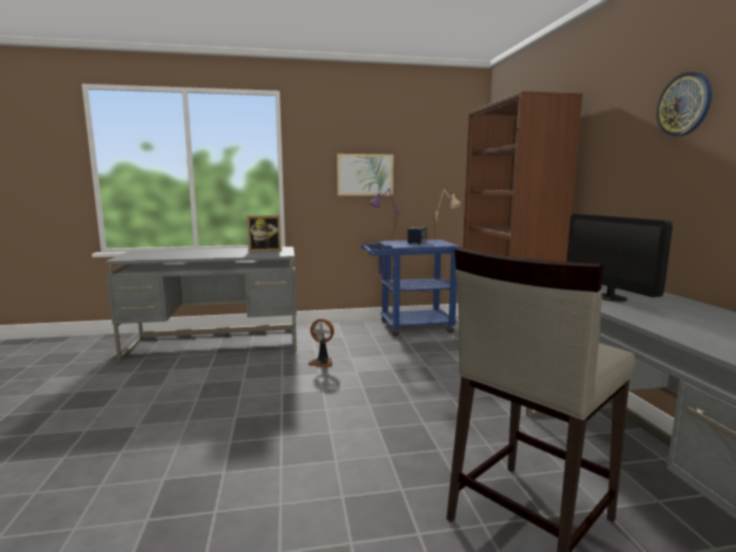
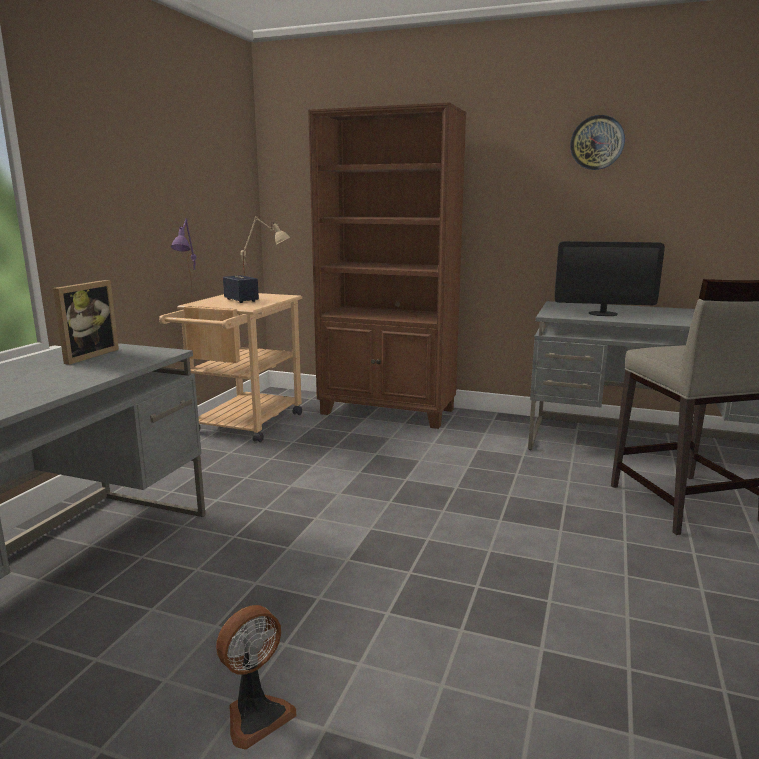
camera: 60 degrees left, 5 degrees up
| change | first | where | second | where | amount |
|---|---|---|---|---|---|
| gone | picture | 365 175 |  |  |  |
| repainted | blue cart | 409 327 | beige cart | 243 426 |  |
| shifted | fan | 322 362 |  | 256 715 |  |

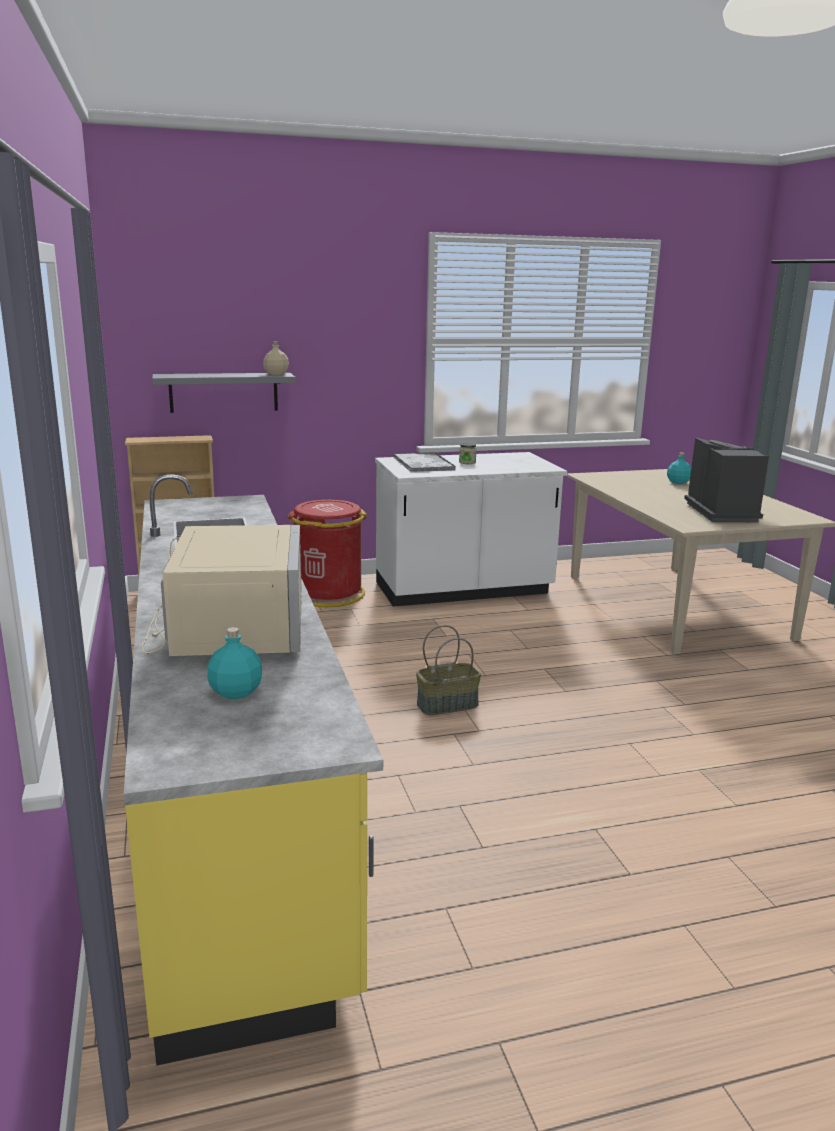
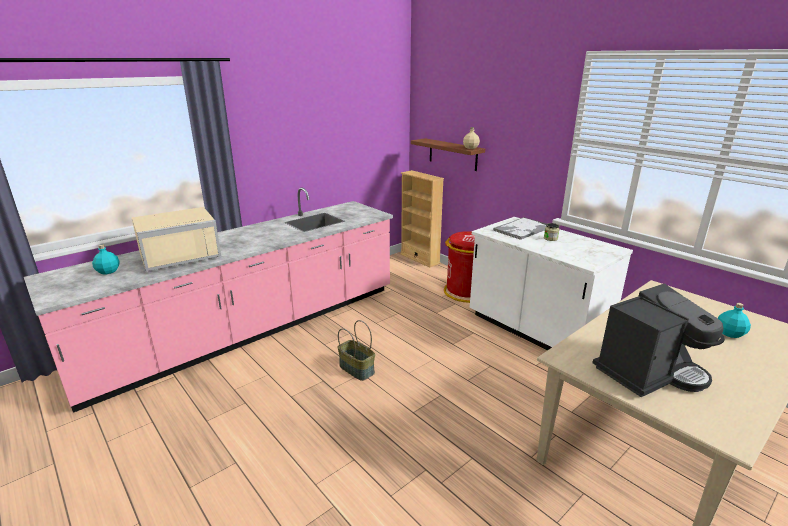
camera: 65 degrees right, 5 degrees up
| change | first | where | second | where | amount |
|---|---|---|---|---|---|
| repainted | grey shelf | 223 392 | brown shelf | 452 154 |  |
| repainted | yellow counter | 232 773 | pink counter | 251 330 |  |

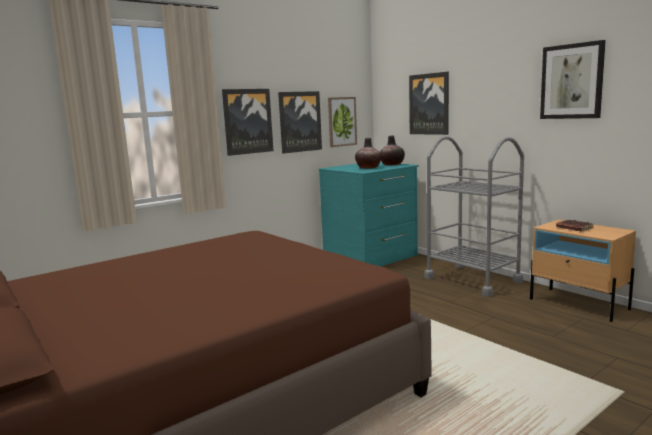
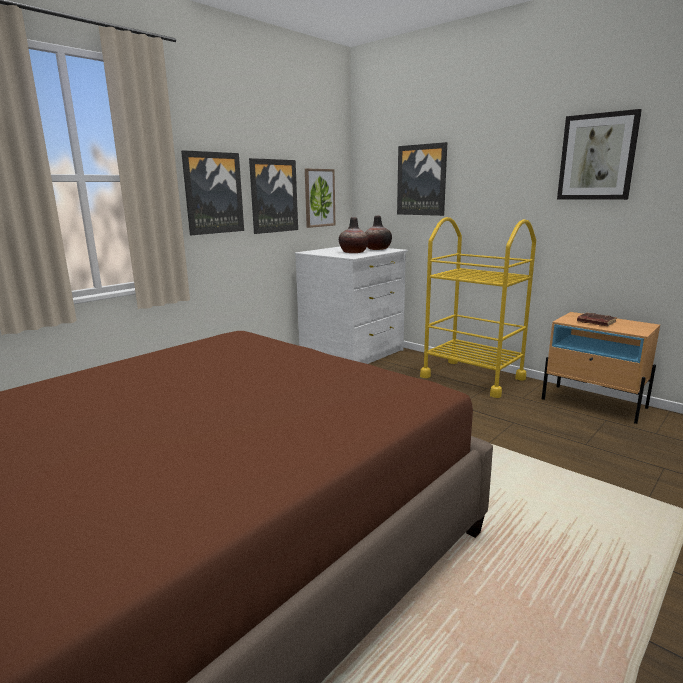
camera: 10 degrees left, 5 degrees up
| change | first | where | second | where | amount |
|---|---|---|---|---|---|
| repainted | grey cart | 472 279 | yellow cart | 472 377 |  |
| repainted | turquoise dresser | 371 257 | white dresser | 353 353 |  |

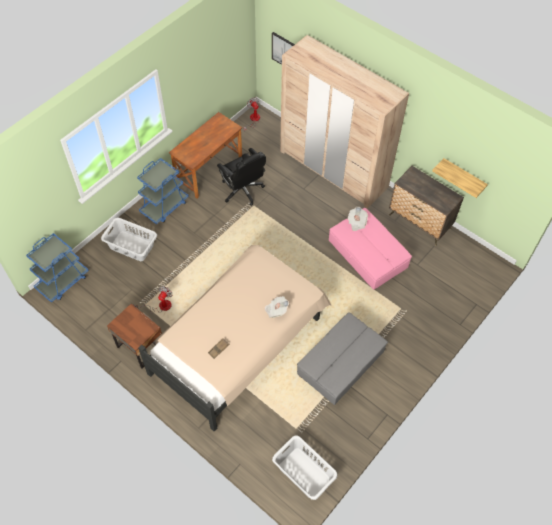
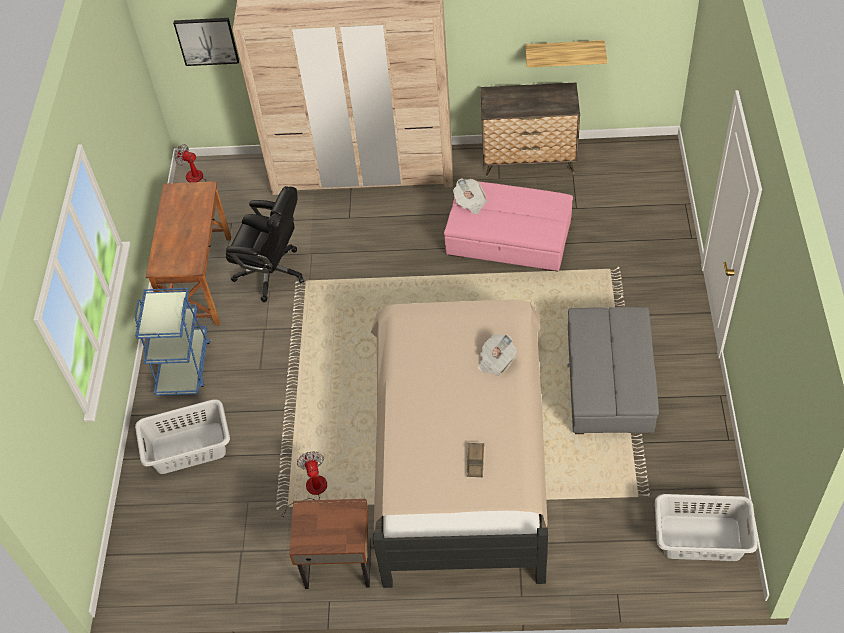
camera: 35 degrees left, 5 degrees down
| change | first | where | second | where | amount |
|---|---|---|---|---|---|
| gone | blue cart | 63 281 |  |  |  |

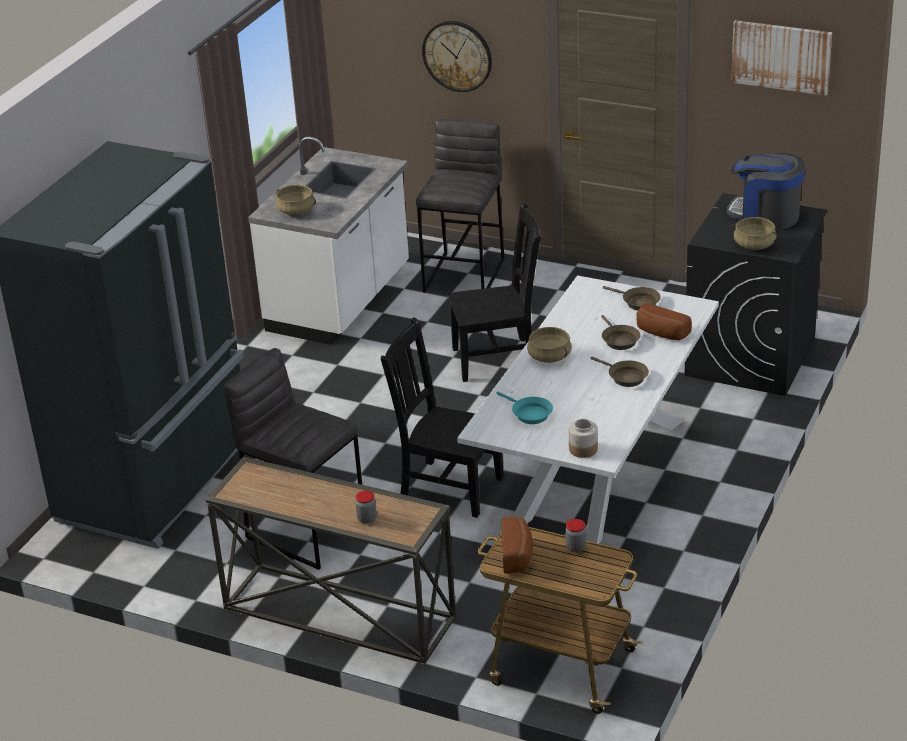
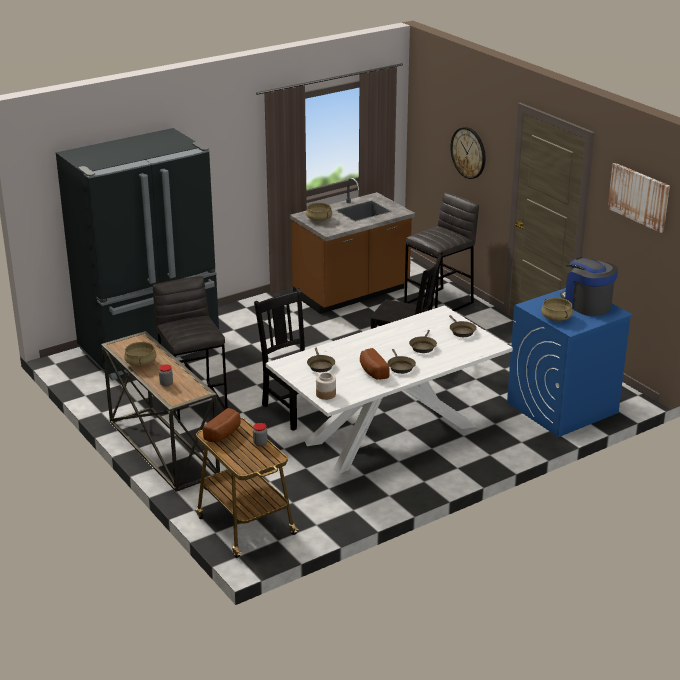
camera: 30 degrees right, 5 degrees down
| change | first | where | second | where | amount |
|---|---|---|---|---|---|
| repainted | white counter | 340 301 | brown counter | 352 293 |  |
| repainted | black washing machine | 750 357 | blue washing machine | 562 408 |  |
| shifted | bread | 661 333 |  | 372 372 |  |
| shifted | beige cooking pot | 550 356 |  | 141 363 |  |
| repainted | turquoise frying pan | 529 414 | brown frying pan | 320 365 |  |

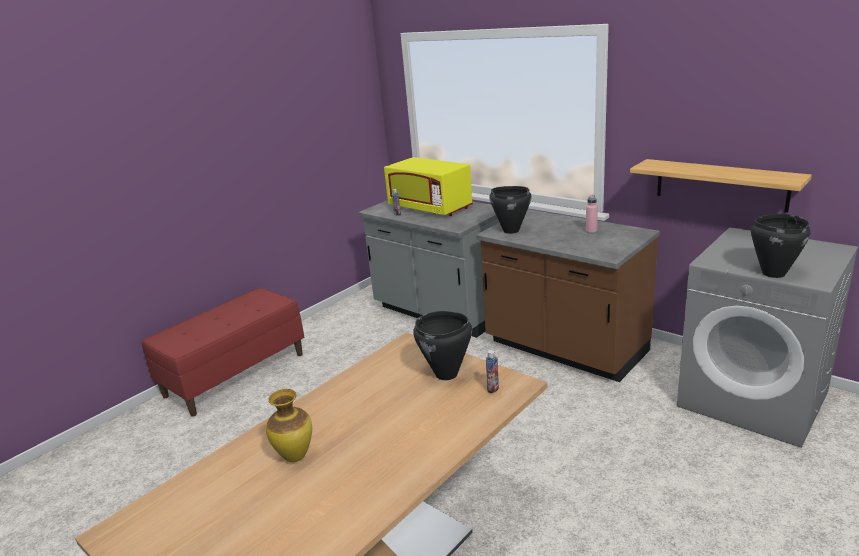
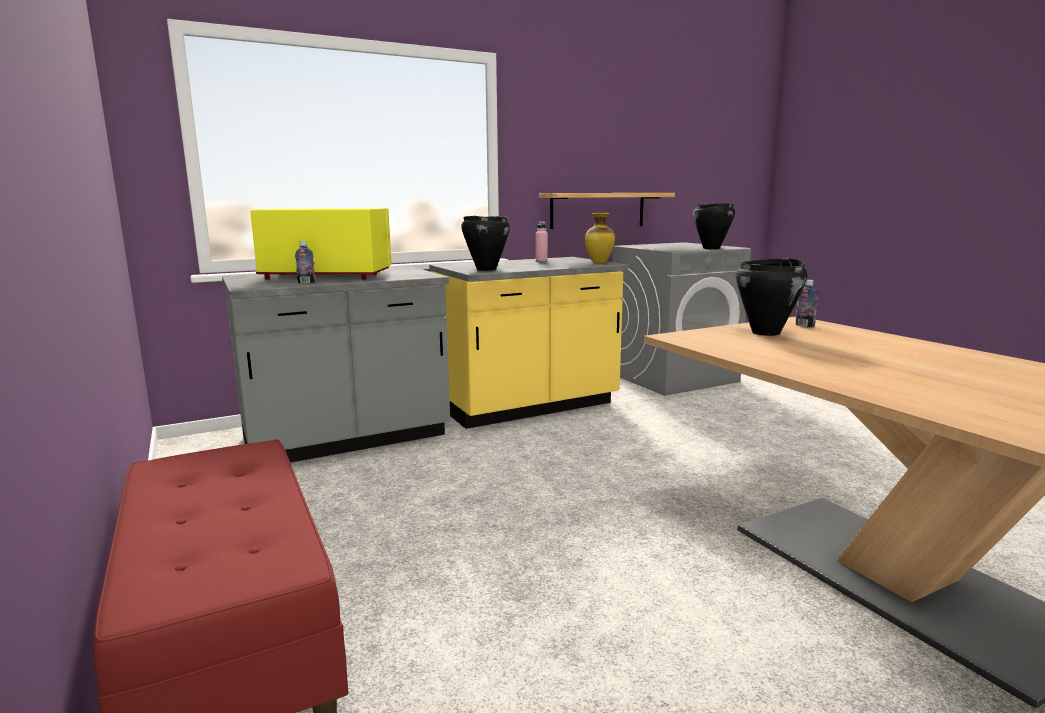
camera: 70 degrees left, 10 degrees down
| change | first | where | second | where | amount |
|---|---|---|---|---|---|
| rotated | yellow microwave | 430 208 |  | 326 276 | 150 degrees counterclockwise |
| repainted | brown counter | 565 348 | yellow counter | 528 406 |  |
| shifted | vase | 295 456 |  | 598 262 |  |

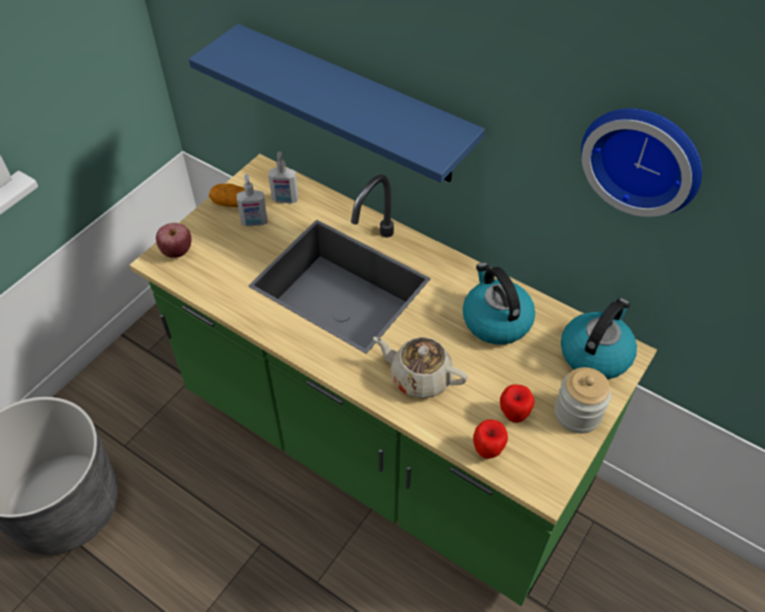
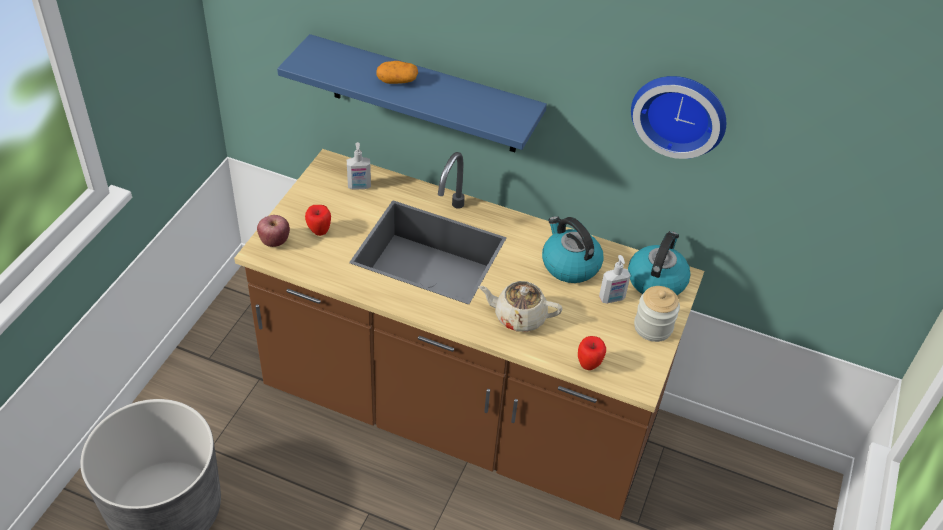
camera: 15 degrees left, 5 degrees down
| change | first | where | second | where | amount |
|---|---|---|---|---|---|
| repainted | green counter | 382 445 | brown counter | 460 411 |  |
| shifted | soap dispenser | 254 222 |  | 612 299 |  |
| shifted | potato | 231 203 |  | 397 81 |  |
| shifted | apple | 513 415 |  | 319 232 |  |

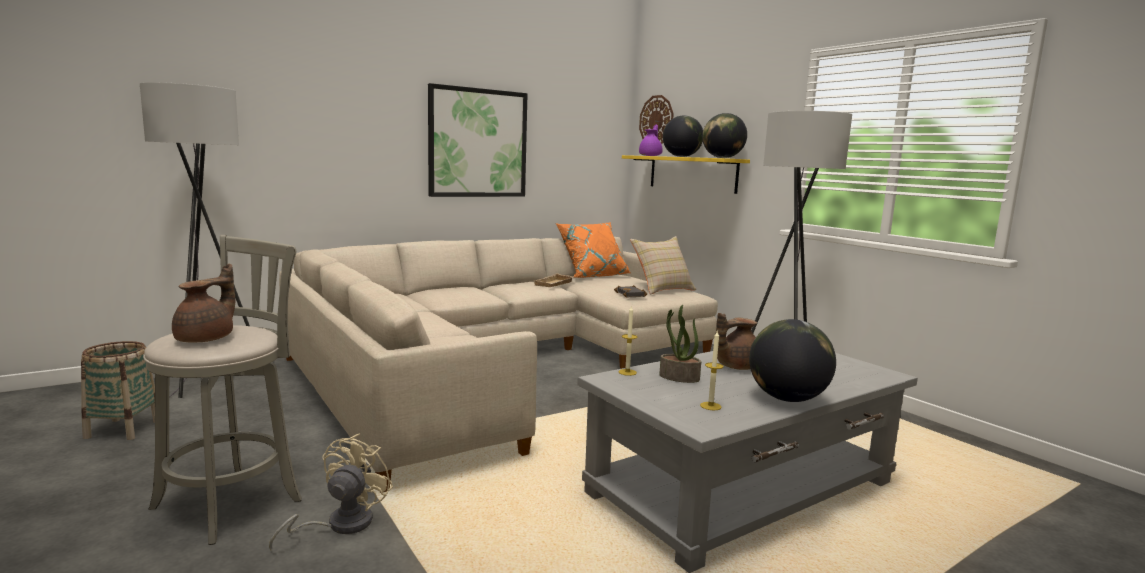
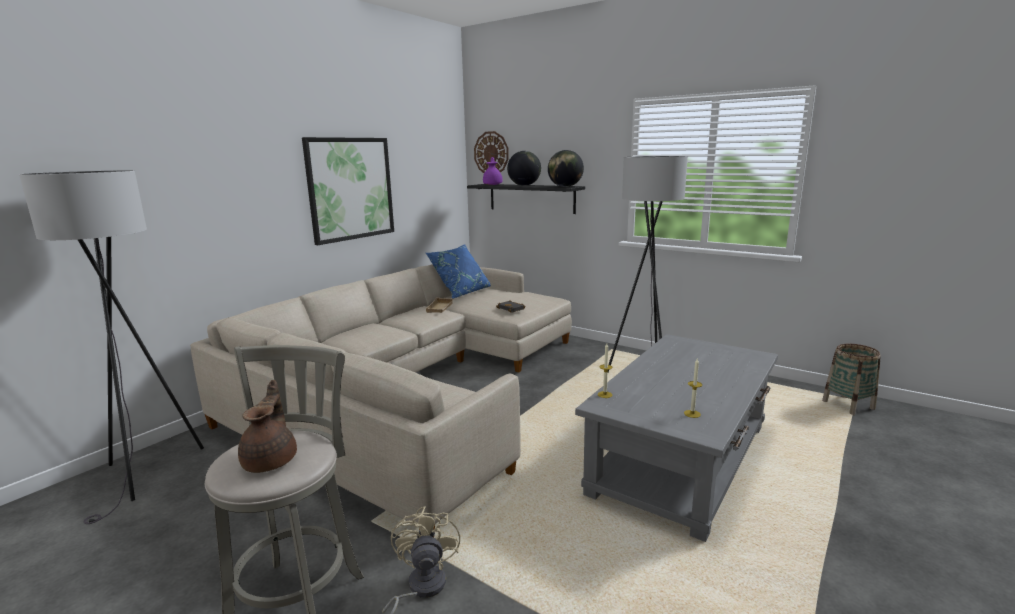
camera: 20 degrees left, 5 degrees up
| change | first | where | second | where | amount |
|---|---|---|---|---|---|
| repainted | yellow shelf | 692 173 | black shelf | 531 198 |  |
| repainted | orange pillow | 593 275 | blue pillow | 461 293 |  |
| gone | beige pillow | 662 289 |  |  |  |
| gone | potted plant | 678 377 |  |  |  |
| gone | brown teapot | 735 366 |  |  |  |
| gone | globe | 787 399 |  |  |  |
| shifted | basket | 123 429 |  | 848 405 |  |

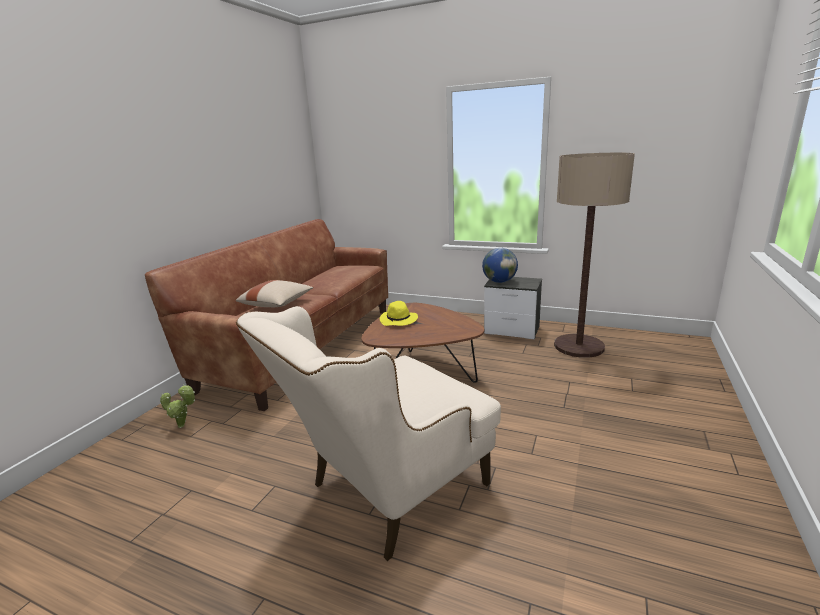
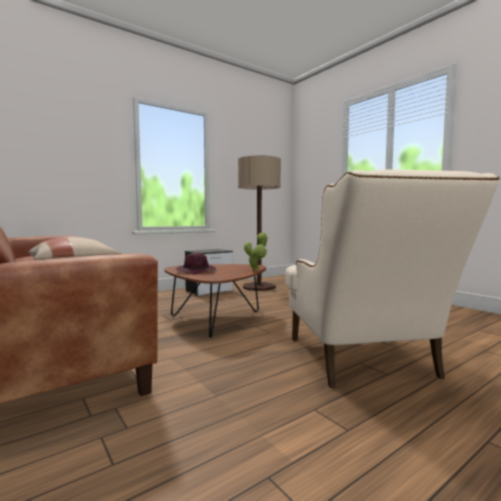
camera: 60 degrees left, 15 degrees down
| change | first | where | second | where | amount |
|---|---|---|---|---|---|
| gone | globe | 499 281 |  |  |  |
| repainted | yellow hat | 399 320 | purple hat | 196 271 |  |
| shifted | potted plant | 183 425 |  | 256 270 |  |

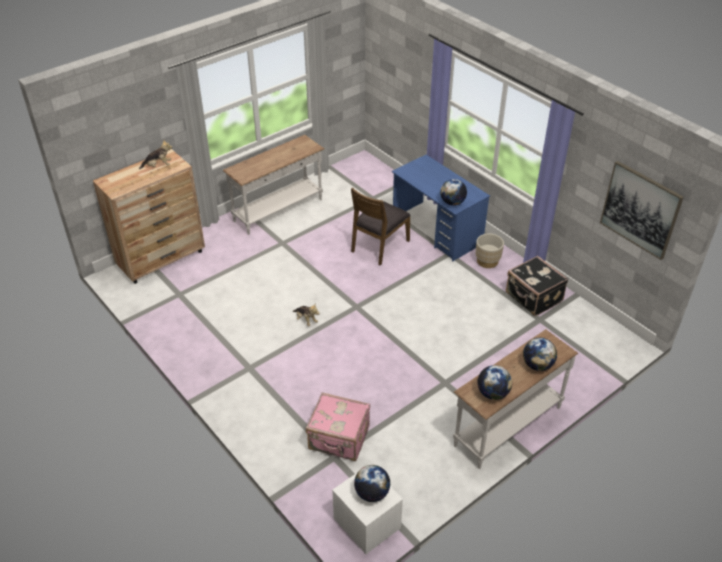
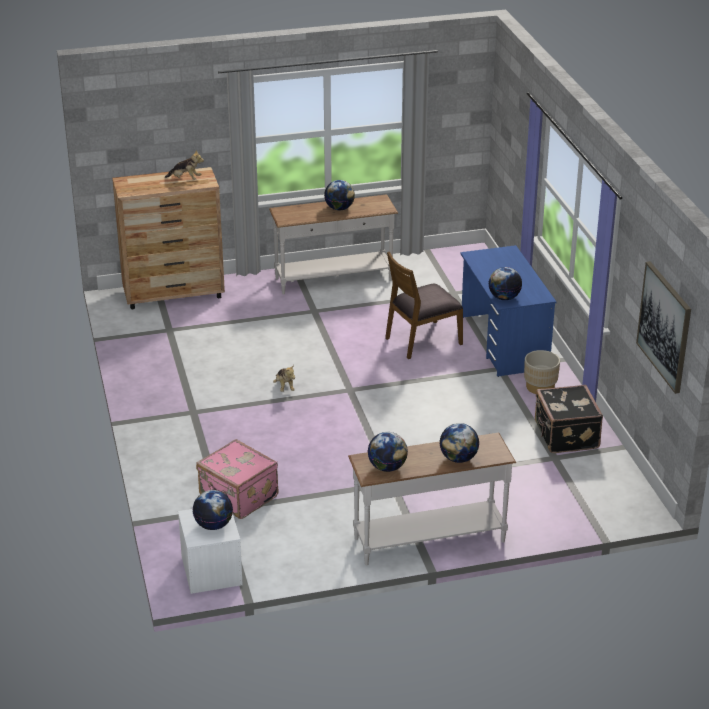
camera: 25 degrees right, 10 degrees down
| change | first | where | second | where | amount |
|---|---|---|---|---|---|
| new |  |  | globe | 339 208 |  |

